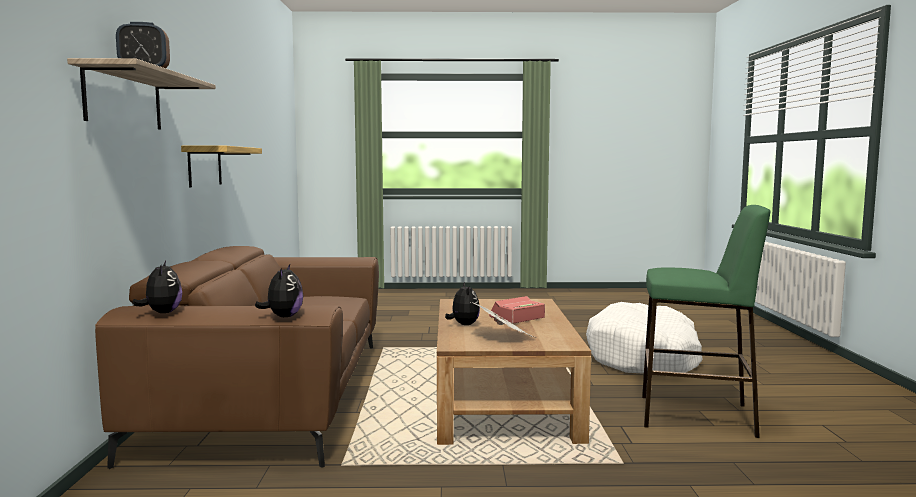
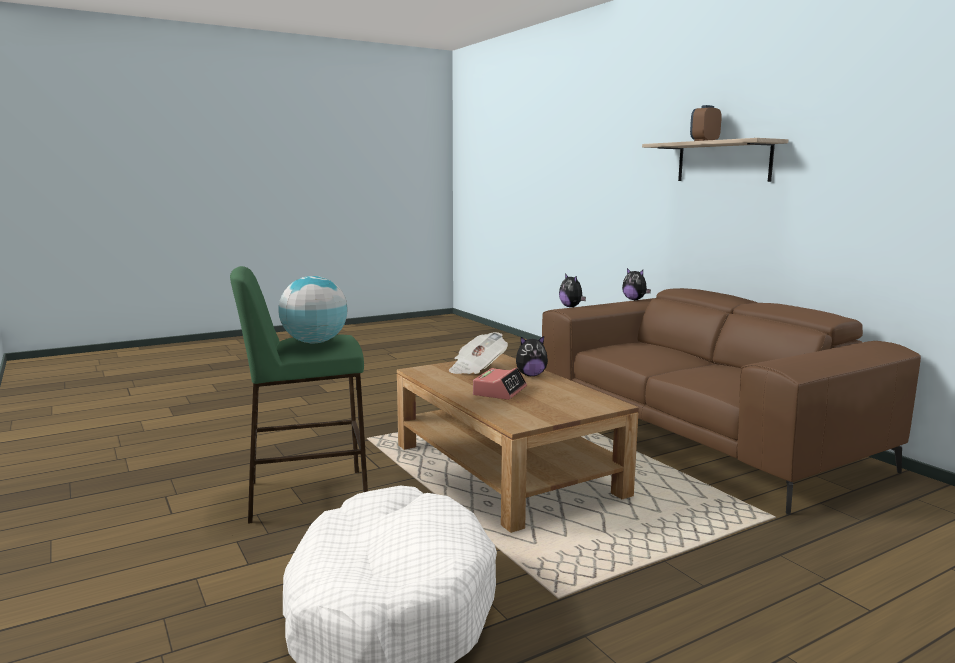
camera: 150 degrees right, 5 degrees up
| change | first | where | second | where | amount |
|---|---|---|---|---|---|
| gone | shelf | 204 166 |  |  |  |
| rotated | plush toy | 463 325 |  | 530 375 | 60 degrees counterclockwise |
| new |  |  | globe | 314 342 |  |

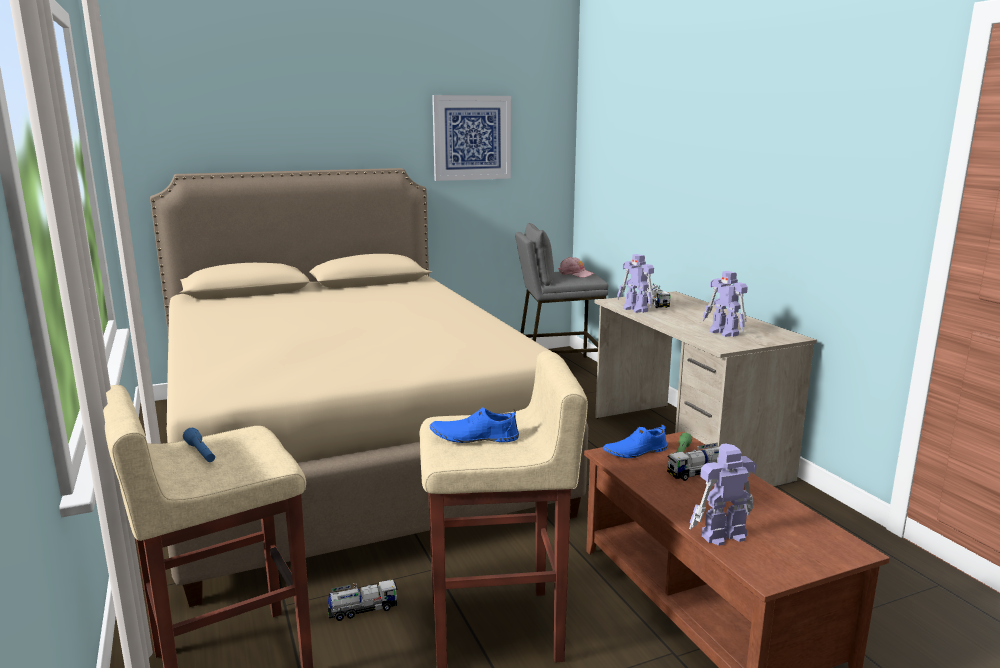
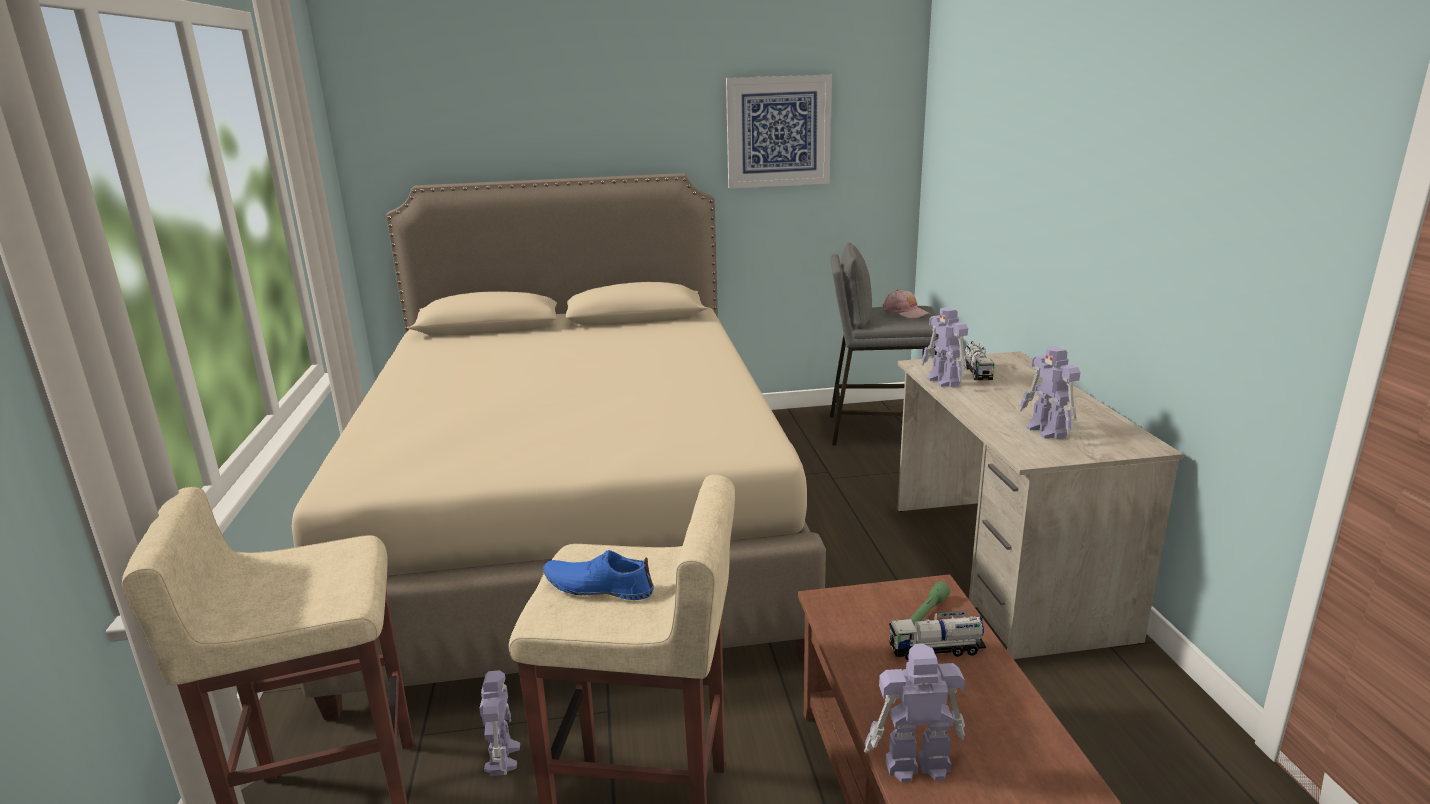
camera: 15 degrees right, 5 degrees up
| change | first | where | second | where | amount |
|---|---|---|---|---|---|
| gone | blue shoe | 635 452 |  |  |  |
| gone | blue flashlight | 201 453 |  |  |  |
| swapped | toy truck | 363 610 | toy robot | 502 756 |  |

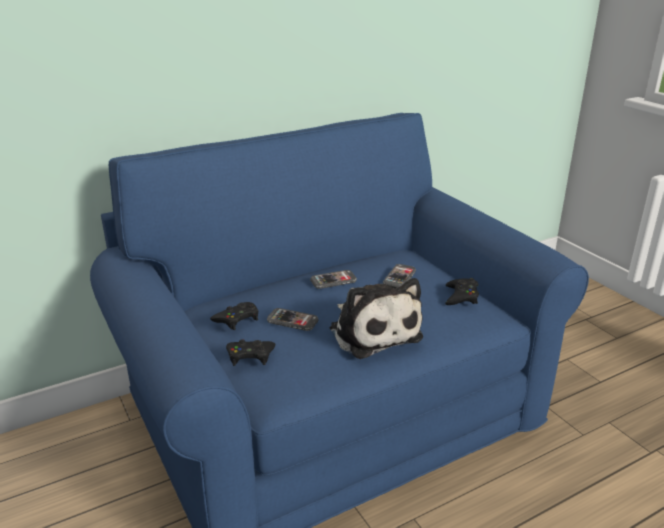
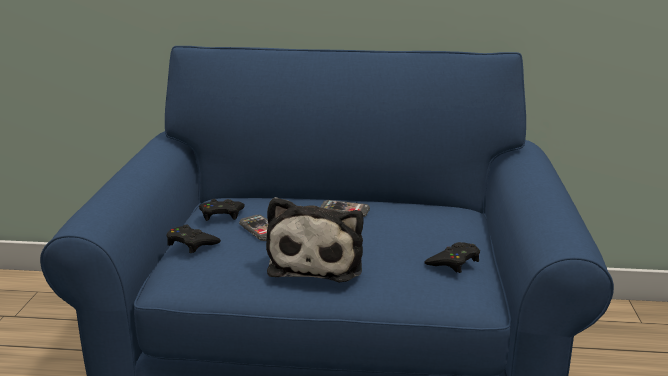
camera: 35 degrees right, 5 degrees down
| change | first | where | second | where | amount |
|---|---|---|---|---|---|
| gone | phone | 399 277 |  |  |  |

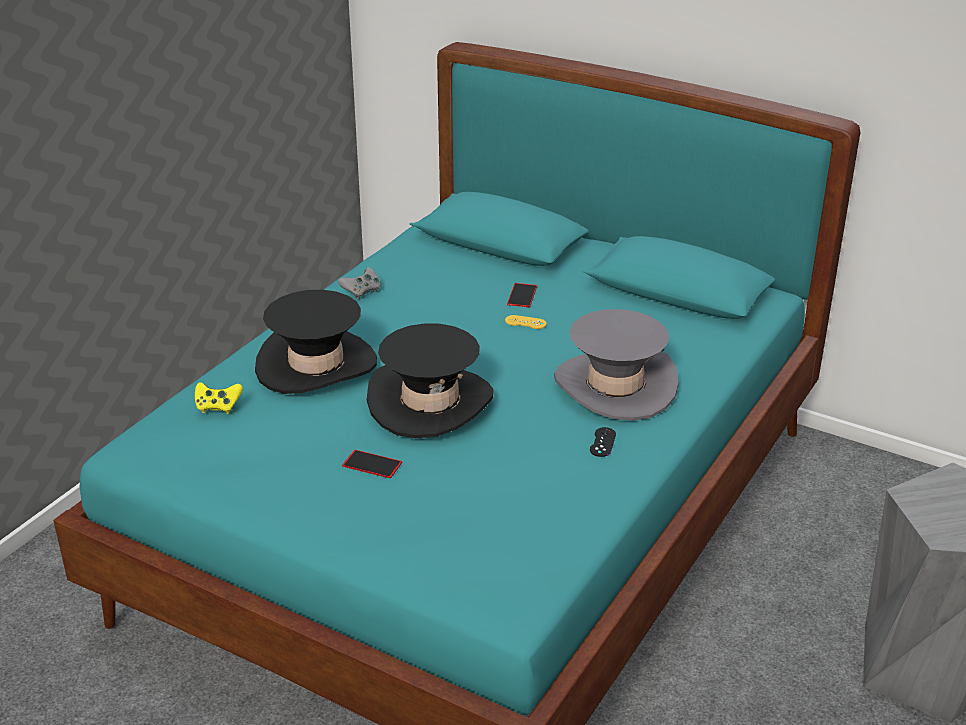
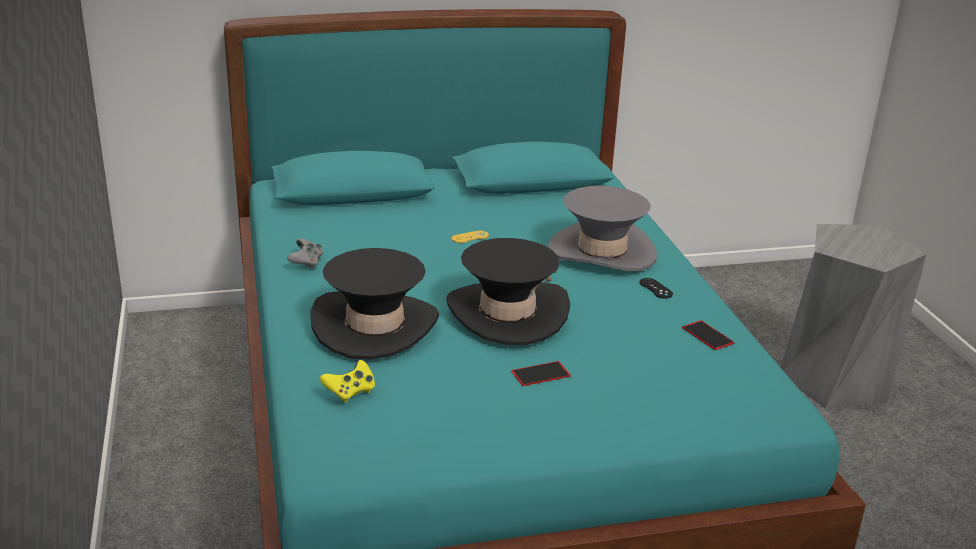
camera: 45 degrees left, 5 degrees down
| change | first | where | second | where | amount |
|---|---|---|---|---|---|
| shifted | phone | 522 295 |  | 707 335 |  |

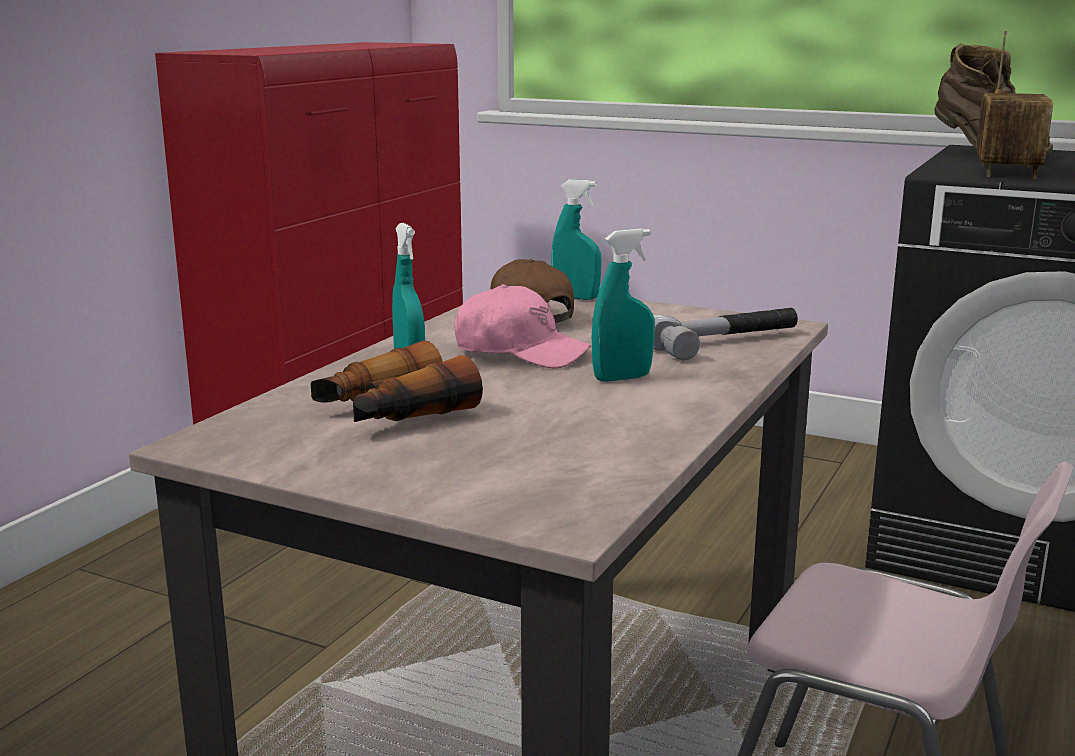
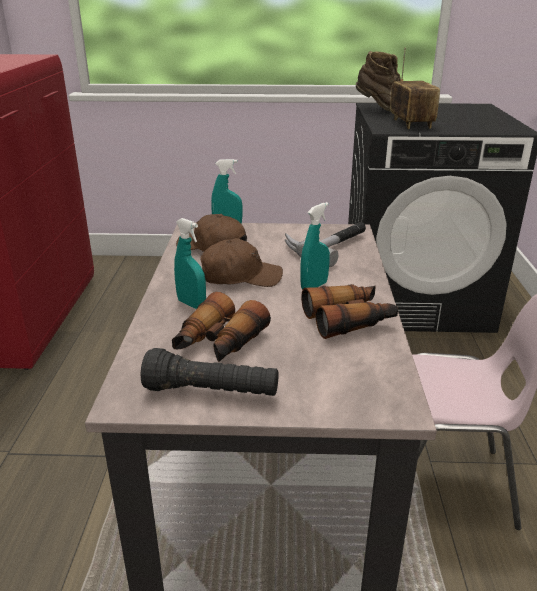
camera: 25 degrees left, 10 degrees up
| change | first | where | second | where | amount |
|---|---|---|---|---|---|
| repainted | pink cap | 520 352 | brown cap | 240 277 |  |
| new |  |  | binoculars | 349 320 |  |
| new |  |  | black flashlight | 211 392 |  |

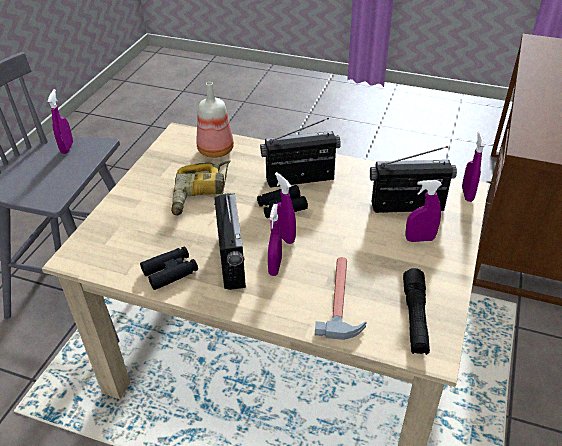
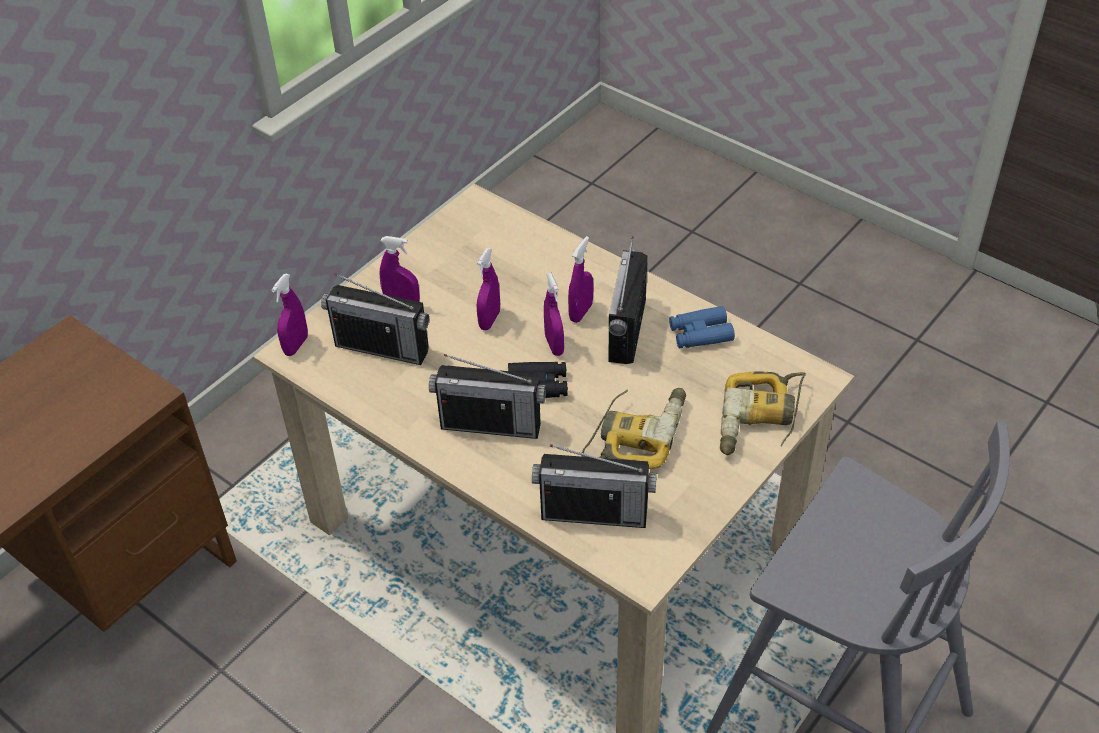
camera: 160 degrees left, 5 degrees up
| change | first | where | second | where | amount |
|---|---|---|---|---|---|
| swapped | bottle | 215 151 | radio | 594 513 |  |
| shifted | purple spray bottle | 67 148 |  | 489 320 |  |
| repainted | black binoculars | 170 272 | blue binoculars | 700 334 |  |
| gone | hammer | 342 299 |  |  |  |
| gone | black flashlight | 415 317 |  |  |  |
| new |  |  | power drill | 760 421 |  |

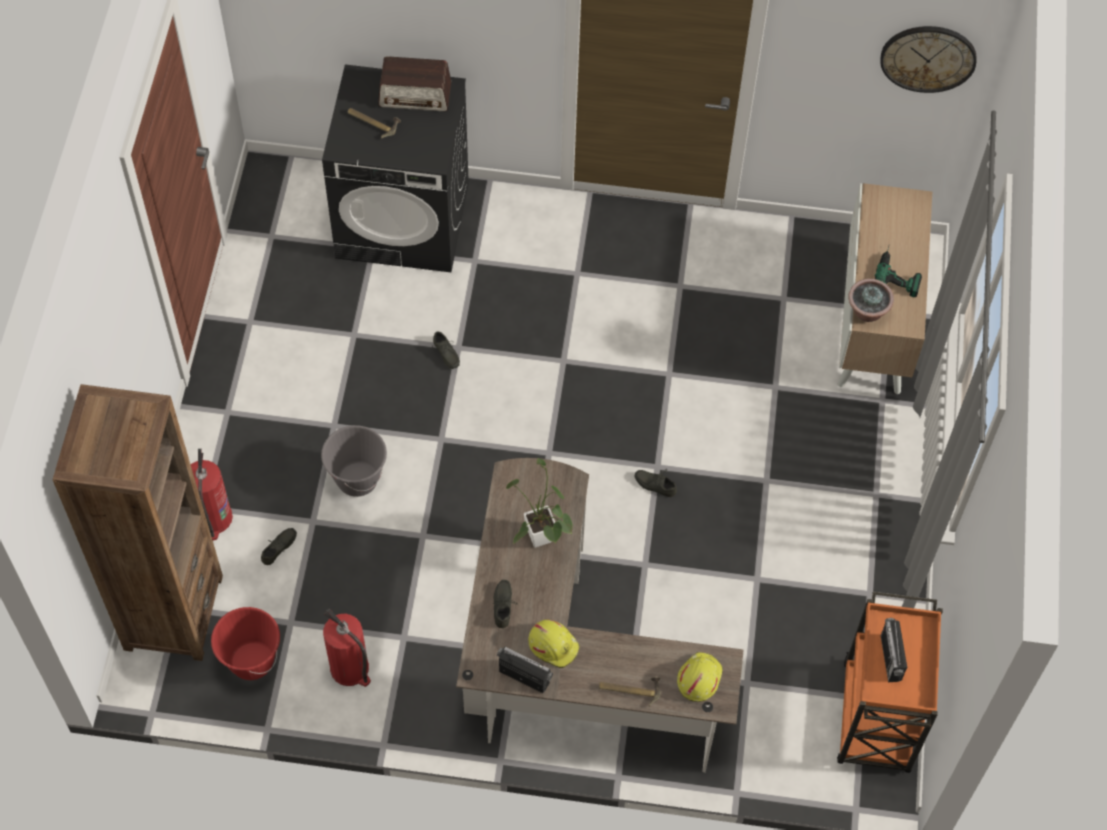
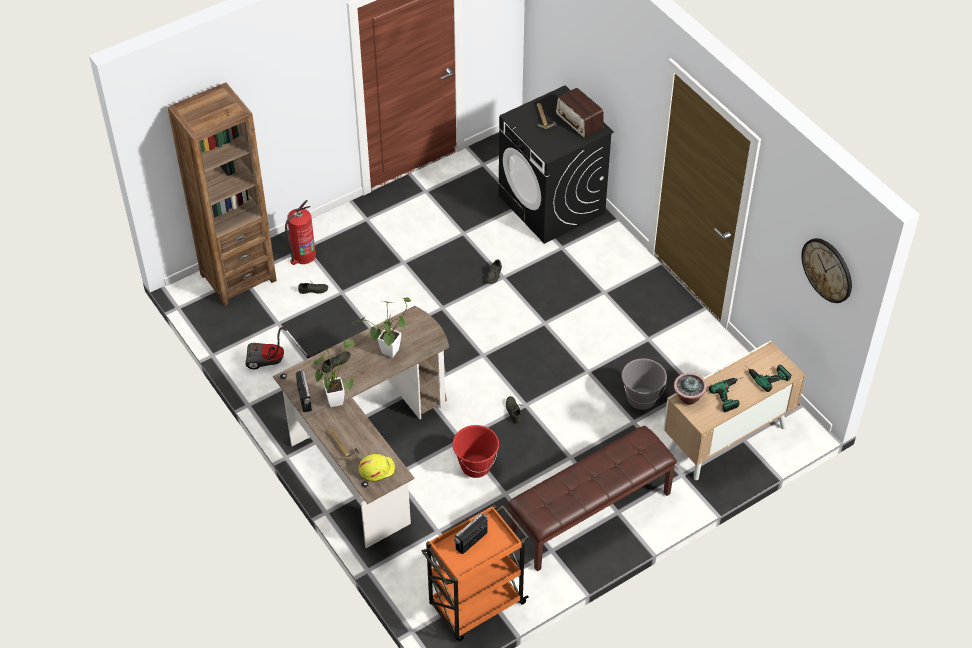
camera: 50 degrees right, 10 degrees down
| change | first | where | second | where | amount |
|---|---|---|---|---|---|
| shifted | grey bucket | 357 479 |  | 641 399 |  |
| shifted | red bucket | 251 661 |  | 475 466 |  |
| swapped | fire extinguisher | 350 669 | vacuum cleaner | 276 363 |  |
| swapped | yellow hard hat | 553 645 | potted plant | 335 398 |  |
| new |  |  | power drill | 766 374 |  |
| new |  |  | brown bench | 590 515 |  |

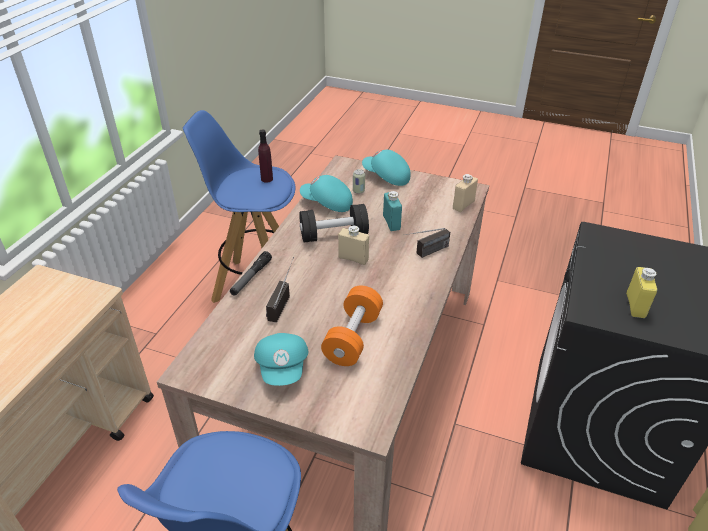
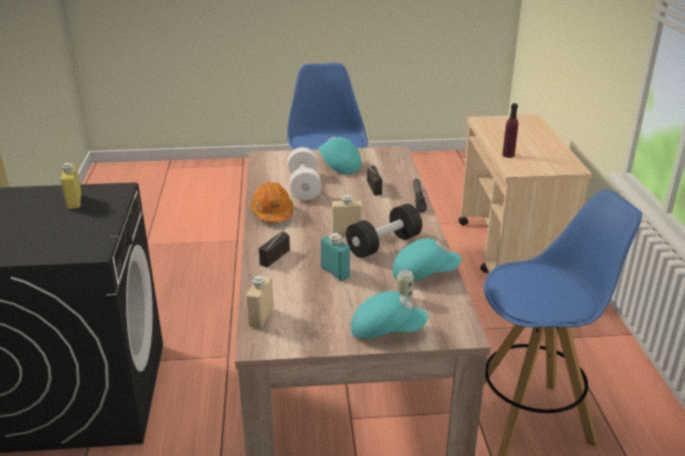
camera: 155 degrees right, 10 degrees down
| change | first | where | second | where | amount |
|---|---|---|---|---|---|
| shifted | purple bottle | 267 179 |  | 508 155 |  |
| repainted | orange dumbbell | 353 338 | white dumbbell | 304 186 |  |
| new |  |  | orange hard hat | 272 213 |  |

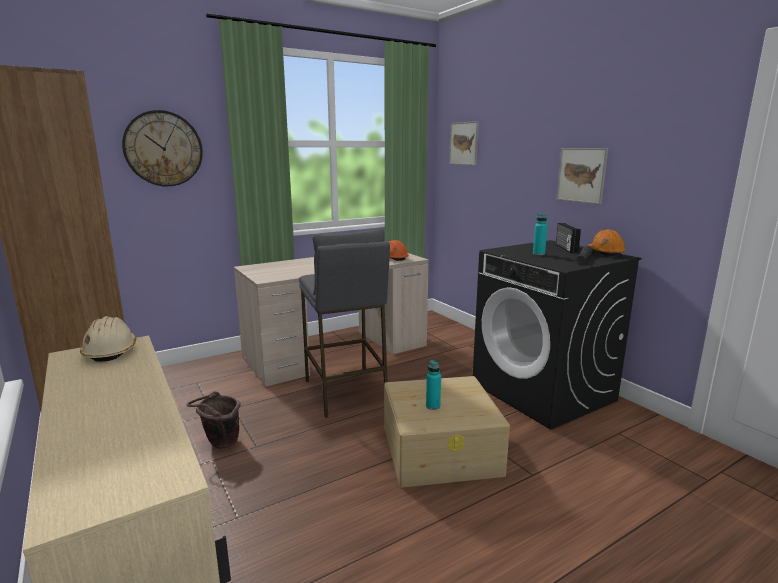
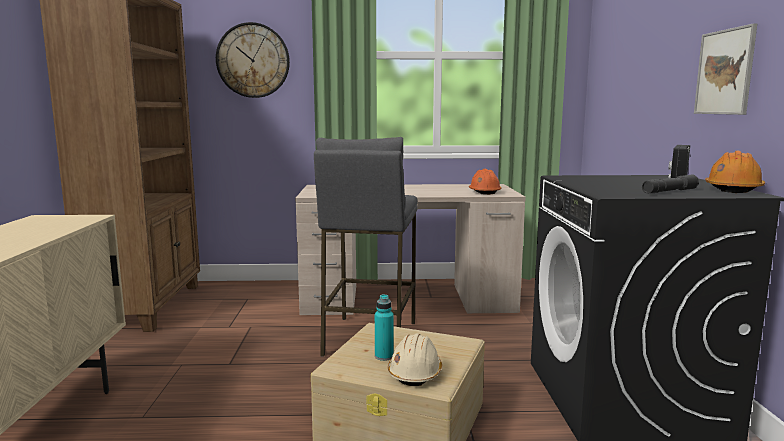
camera: 30 degrees right, 5 degrees down
| change | first | where | second | where | amount |
|---|---|---|---|---|---|
| gone | picture | 464 143 |  |  |  |
| gone | turquoise bottle | 538 254 |  |  |  |
| shifted | beige hard hat | 111 351 |  | 415 373 |  |
| gone | brown bucket | 220 444 |  |  |  |

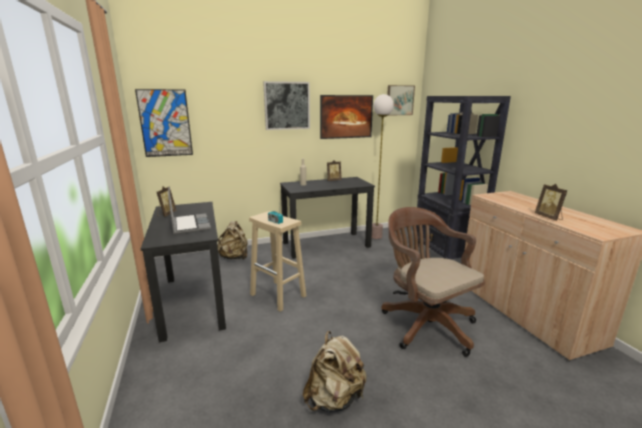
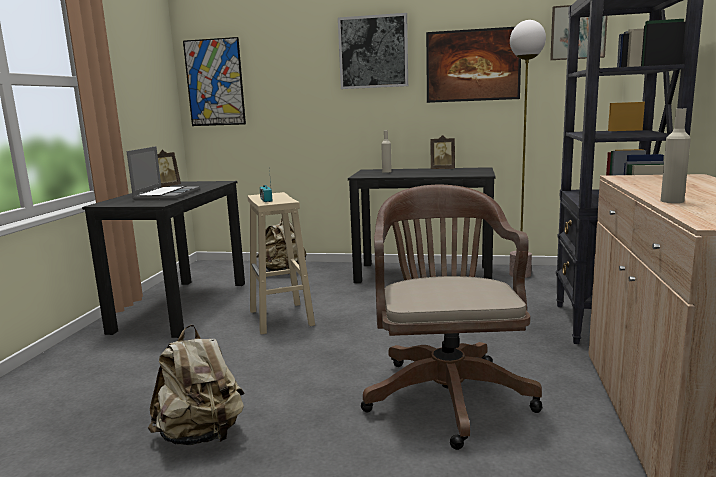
camera: 30 degrees right, 5 degrees down
| change | first | where | second | where | amount |
|---|---|---|---|---|---|
| swapped | picture frame | 549 217 | beige bottle | 672 201 |  |

